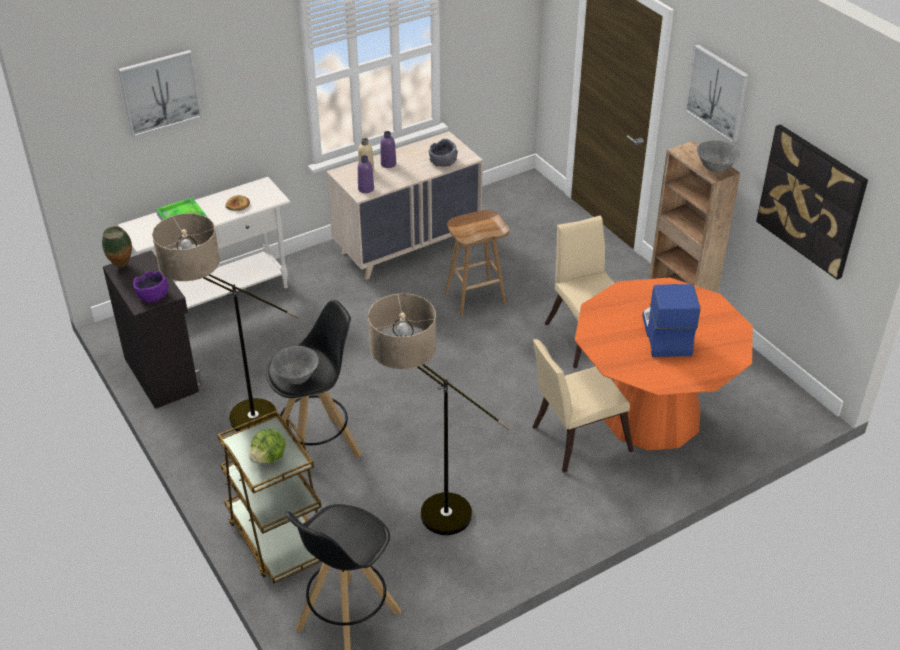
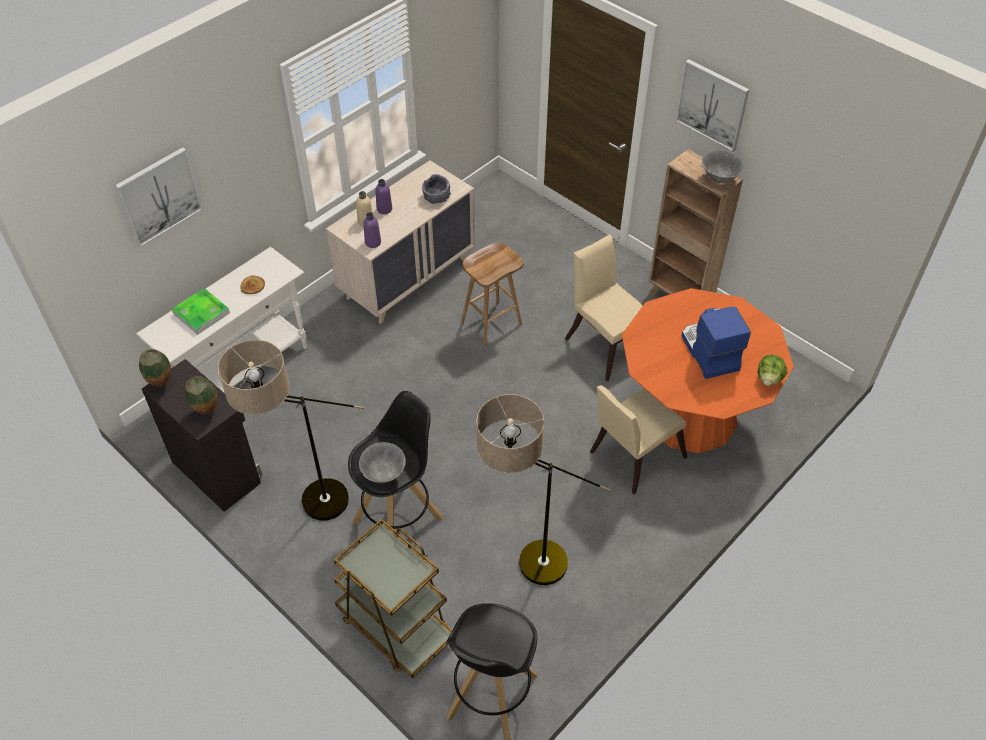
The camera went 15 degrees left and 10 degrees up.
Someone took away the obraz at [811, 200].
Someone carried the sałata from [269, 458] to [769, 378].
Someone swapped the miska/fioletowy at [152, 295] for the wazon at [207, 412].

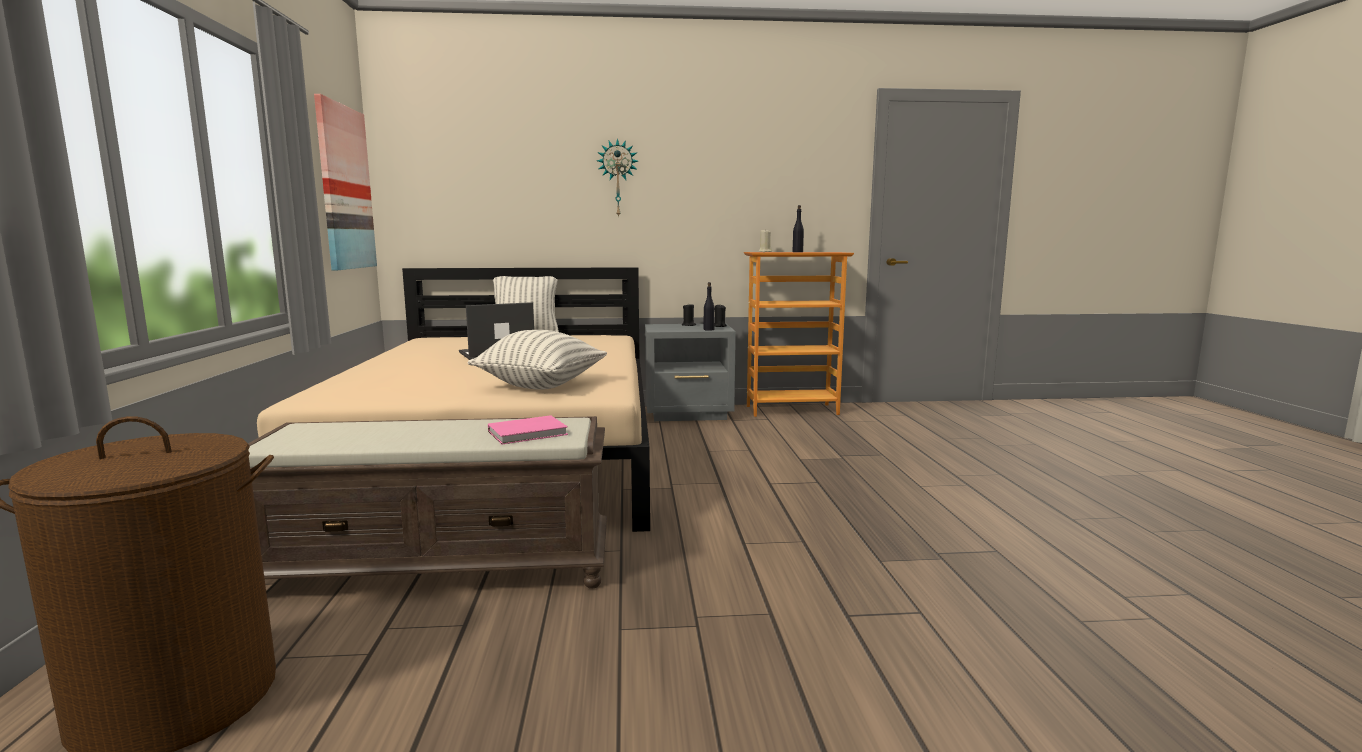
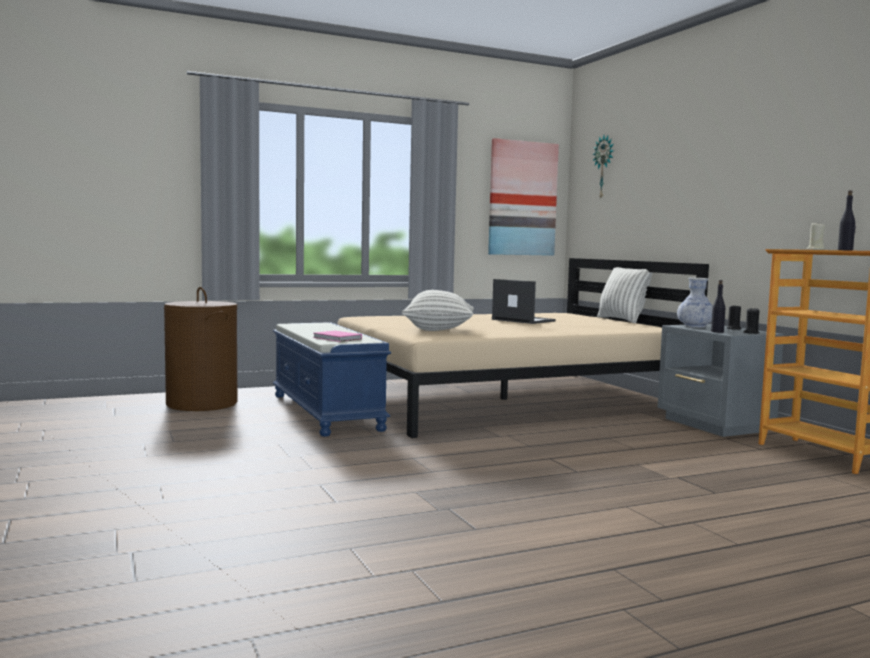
The camera went 70 degrees right and 5 degrees down.
Someone put down the wazon at [695, 326].
Someone carried the zegar ścienny from [617, 178] to [604, 167].
Someone repainted the ławka/brązowy at [442, 567], which became the ławka/niebieski at [327, 412].

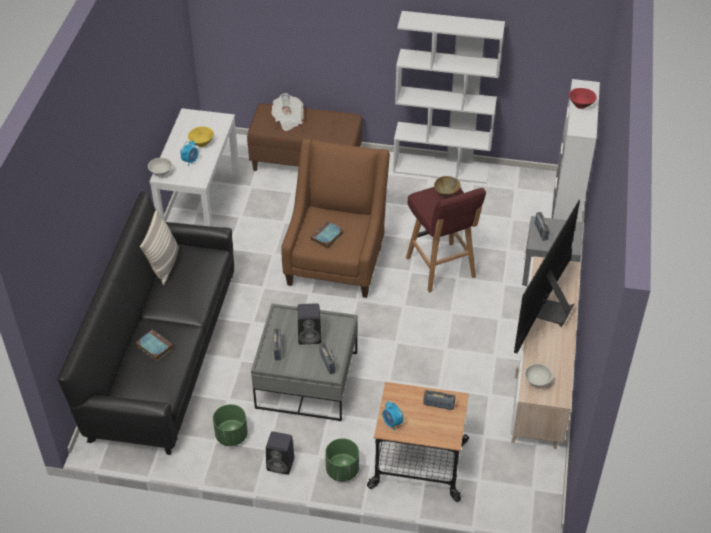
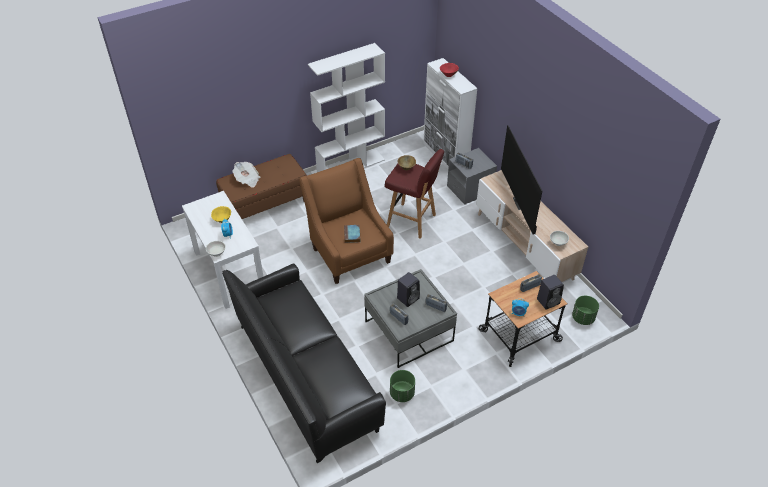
The camera went 40 degrees left and 0 degrees up.
Someone took away the książka at [154, 347].
Someone took away the poduszka at [164, 265].
Someone carried the głośnik/czarny from [281, 464] to [548, 301].
Someone carried the donica/zielony from [342, 470] to [583, 318].

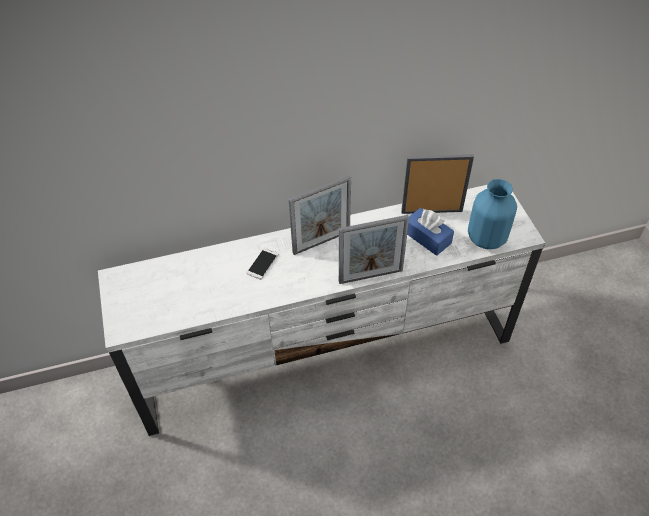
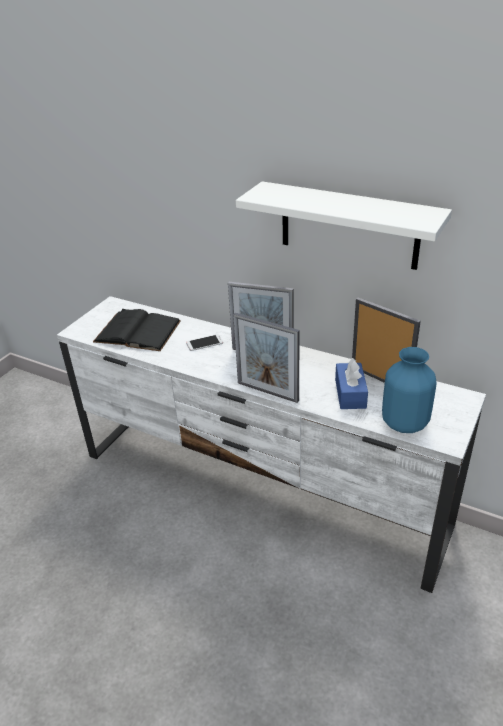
The camera went 45 degrees right and 15 degrees down.
Someone put down the książka/czarny at [137, 331].
Someone put up the półka/biały at [349, 225].

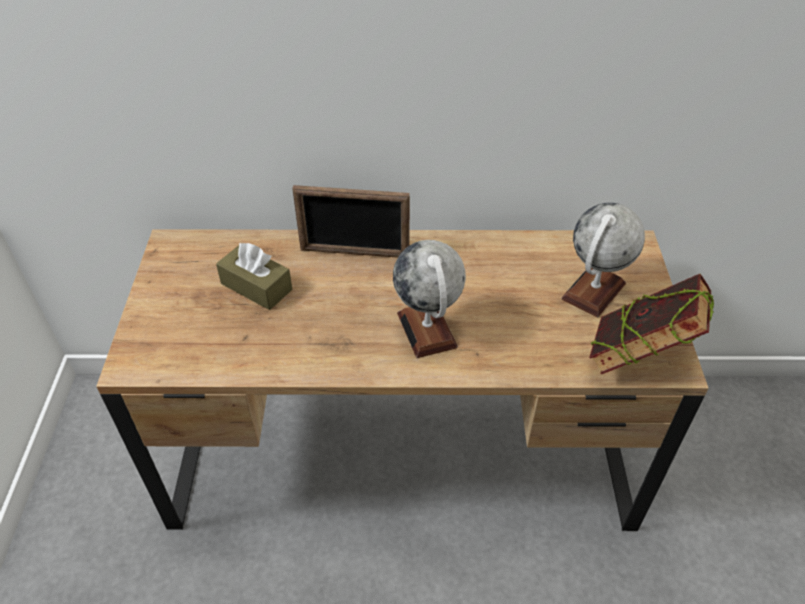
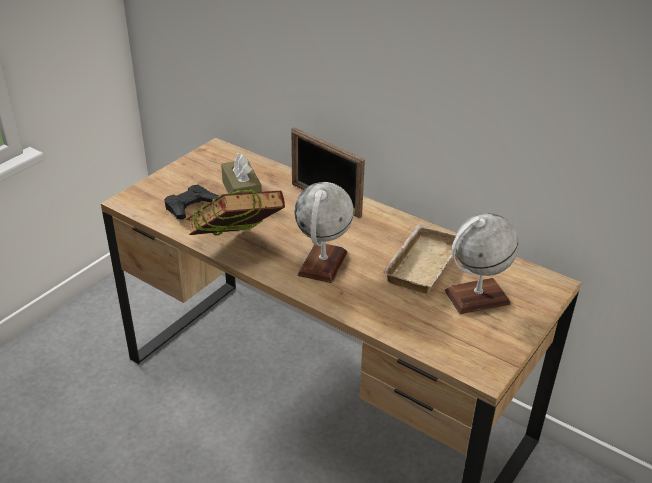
The camera went 35 degrees right and 10 degrees down.
Someone put down the pad do gier/czarny at [191, 206].
Someone put down the taca/beżowy at [420, 263].
Someone carried the książka from [637, 359] to [237, 248].

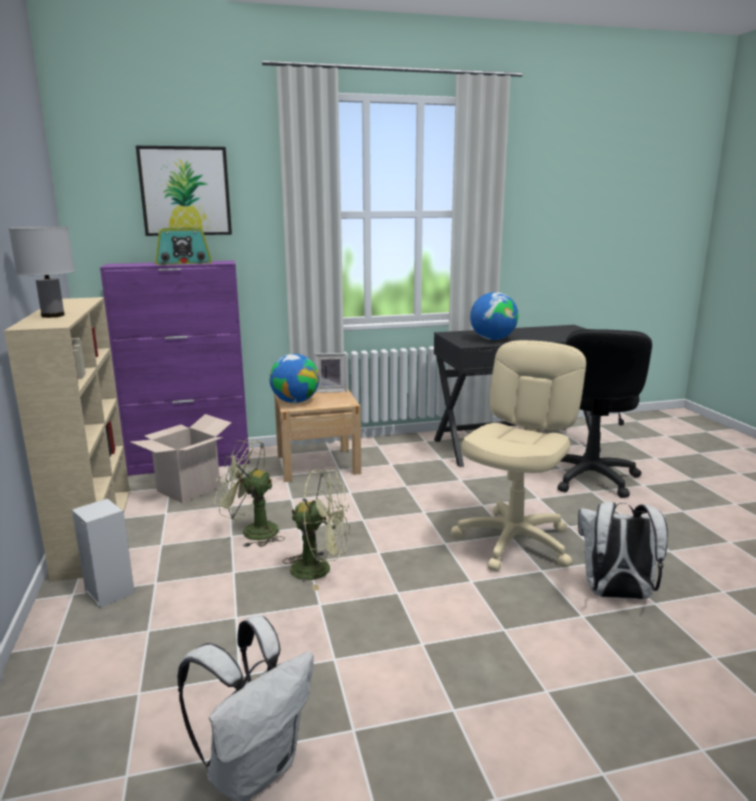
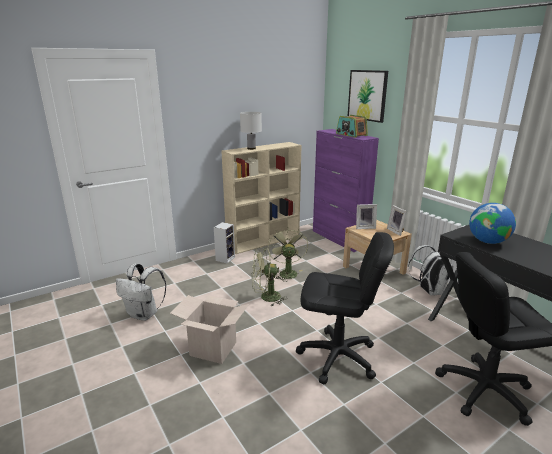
The camera went 70 degrees right and 5 degrees up.
Someone carried the karton from [188, 489] to [213, 349].
Someone carried the plecak/biały from [616, 595] to [428, 291].
Someone swapped the globus at [295, 401] for the ramka na zdjęcie at [364, 227].
Someone repainted the krzesło biurowe/beżowy at [514, 542], which became the krzesło biurowe/czarny at [337, 357].
Someone rotated the wentylator/zielony at [320, 569] by 90 degrees clockwise.

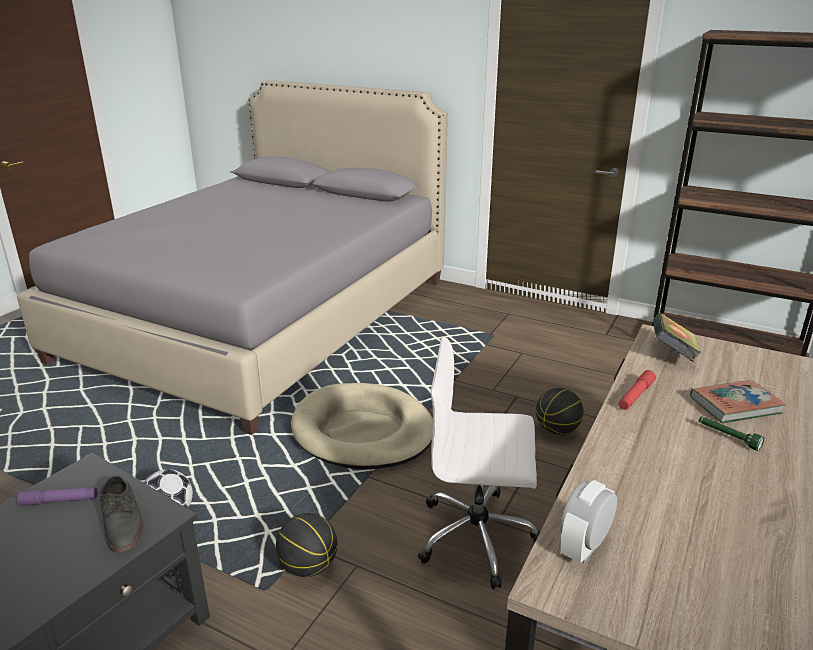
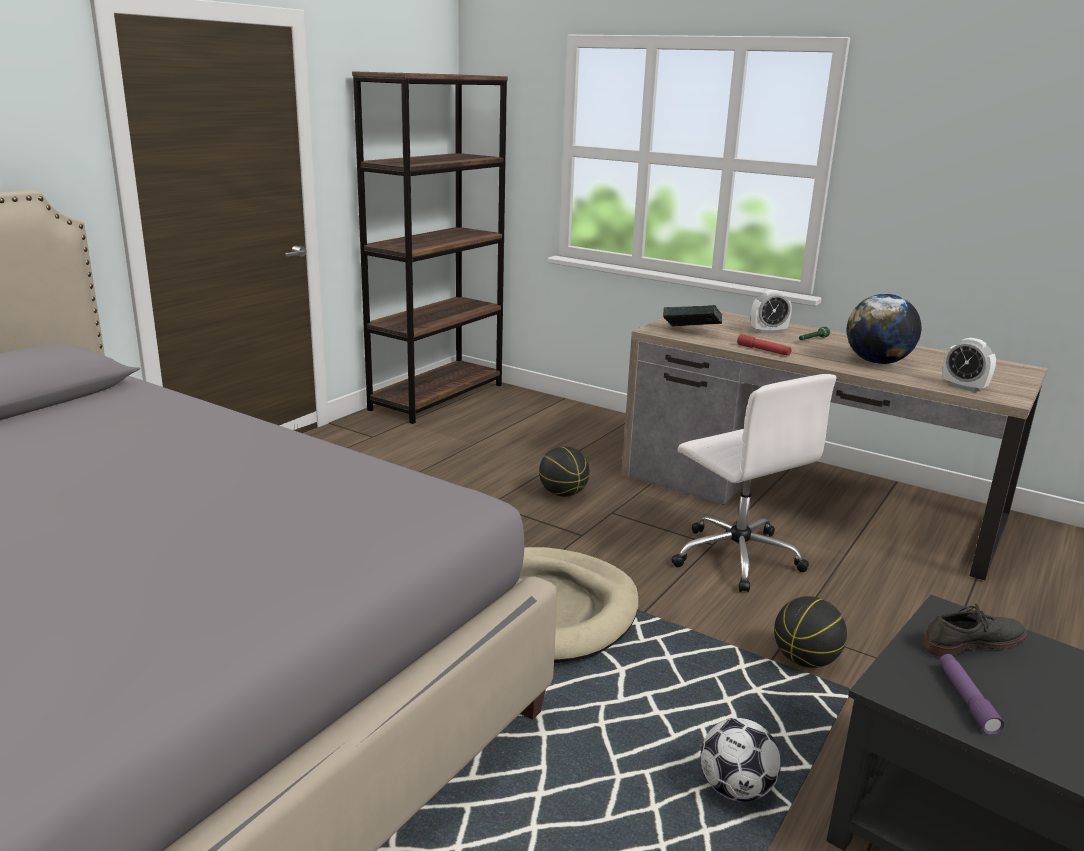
The camera went 85 degrees left and 5 degrees down.
Someone put down the globus at [877, 362].
Someone swapped the książka at [735, 405] for the budzik at [768, 331].
Someone rotated the krzesło biurowe/biały at [479, 536] by 45 degrees counterclockwise.

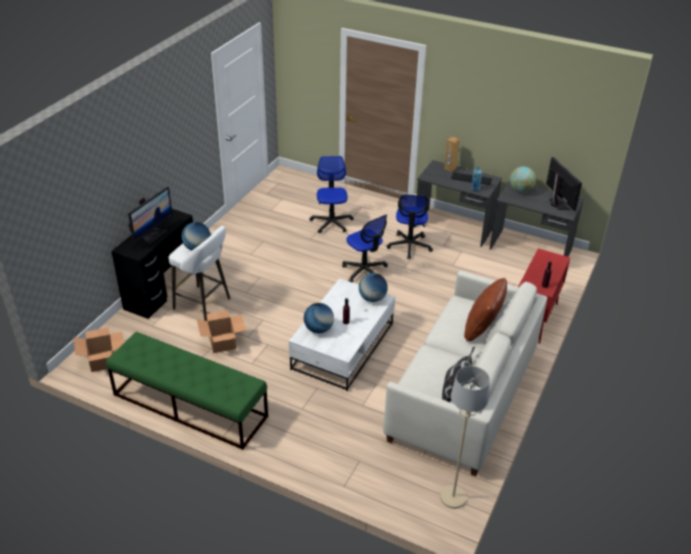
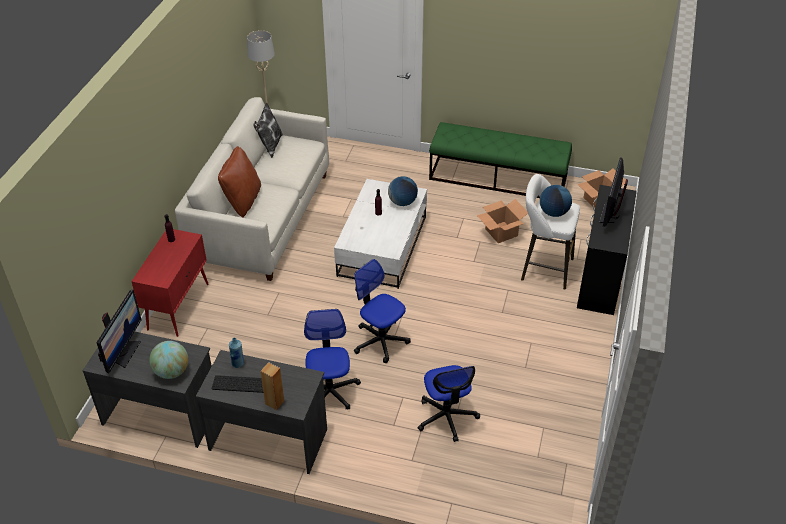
The camera went 170 degrees right and 5 degrees up.
Someone took away the globus at [372, 298].
Someone rotated the monitor at [557, 204] by 135 degrees counterclockwise.

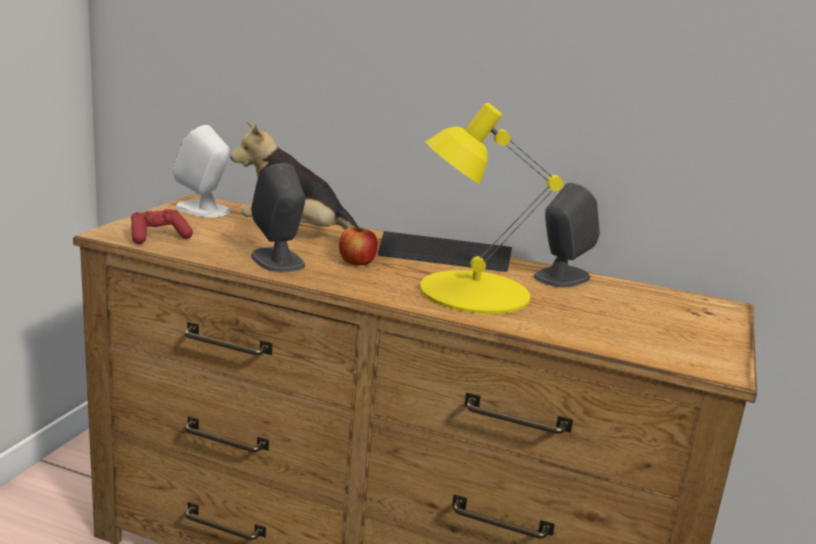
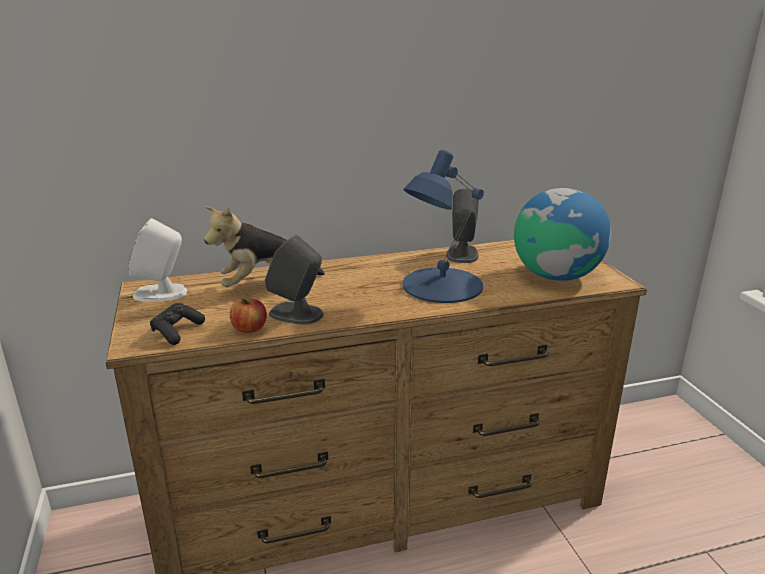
The camera went 35 degrees left and 5 degrees up.
Someone took away the klawiatura at [444, 255].
Someone put down the globus at [556, 275].
Someone carried the jabłko from [357, 262] to [249, 329].
Someone repainted the pad do gier/czerwony at [158, 237], which became the pad do gier/czarny at [177, 332].
Someone repainted the lampa stołowa/żółty at [472, 291], which became the lampa stołowa/niebieski at [441, 285].

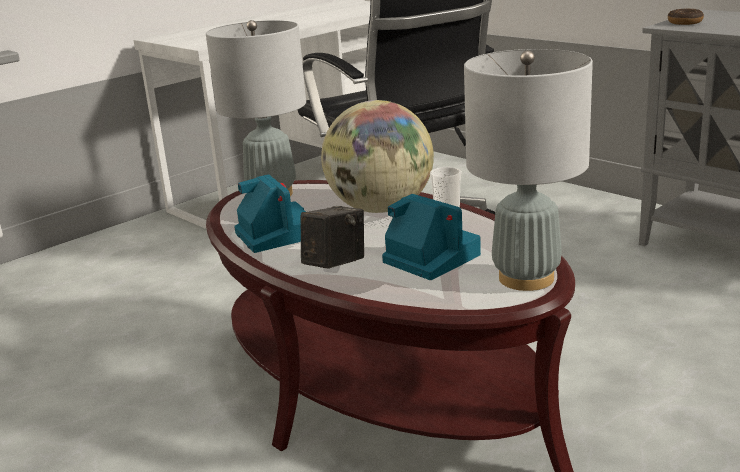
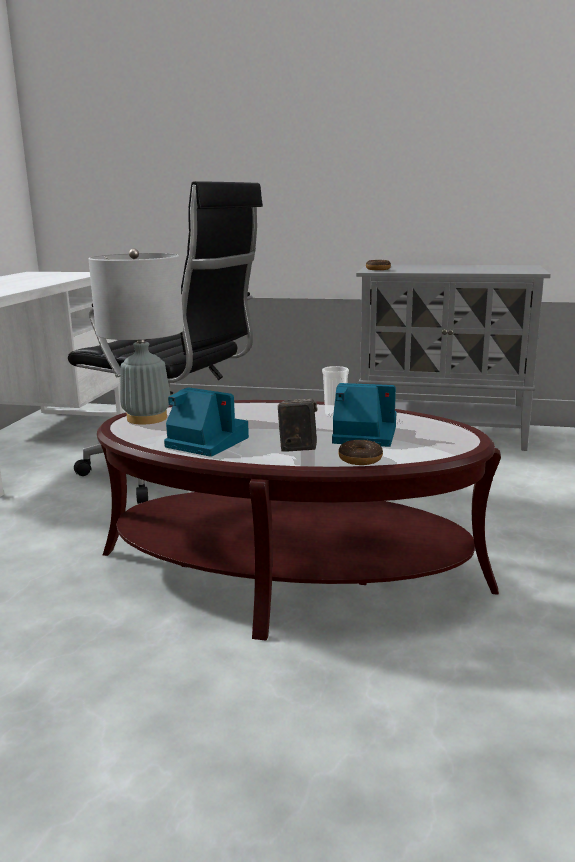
The camera went 35 degrees left and 5 degrees down.
Someone took away the globus at [380, 209].
Someone took away the lampa stołowa/szary at [526, 278].
Someone put down the donut at [360, 459].

